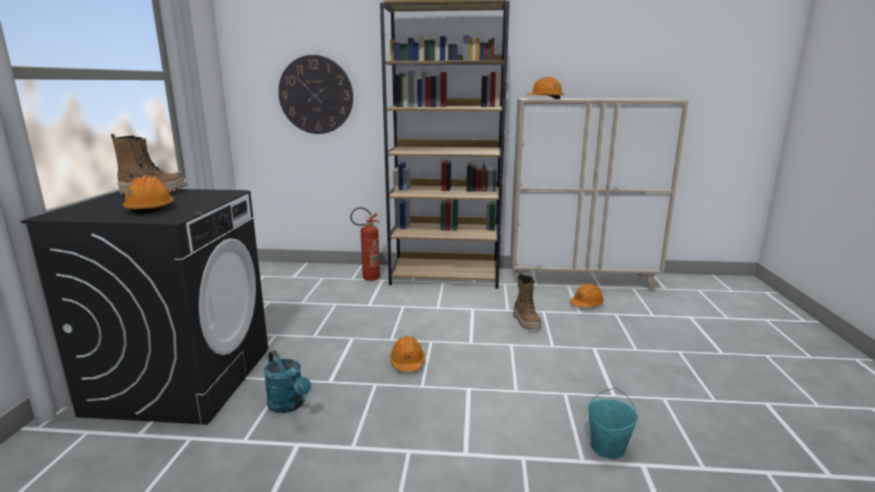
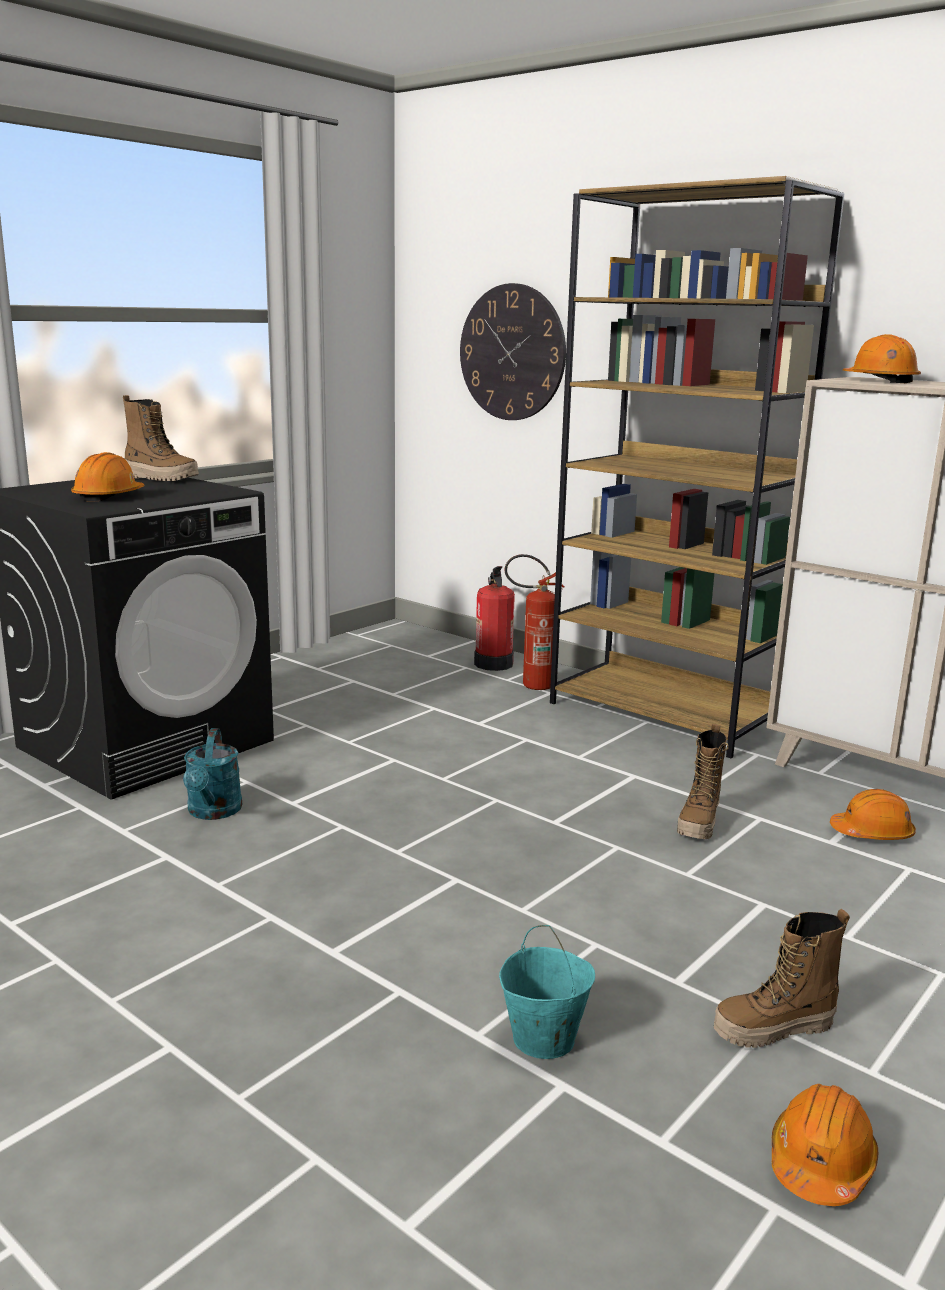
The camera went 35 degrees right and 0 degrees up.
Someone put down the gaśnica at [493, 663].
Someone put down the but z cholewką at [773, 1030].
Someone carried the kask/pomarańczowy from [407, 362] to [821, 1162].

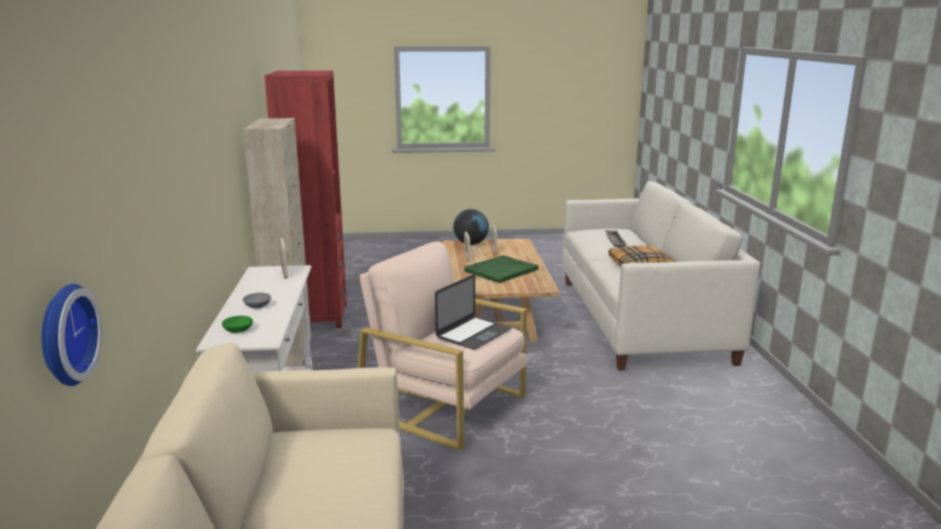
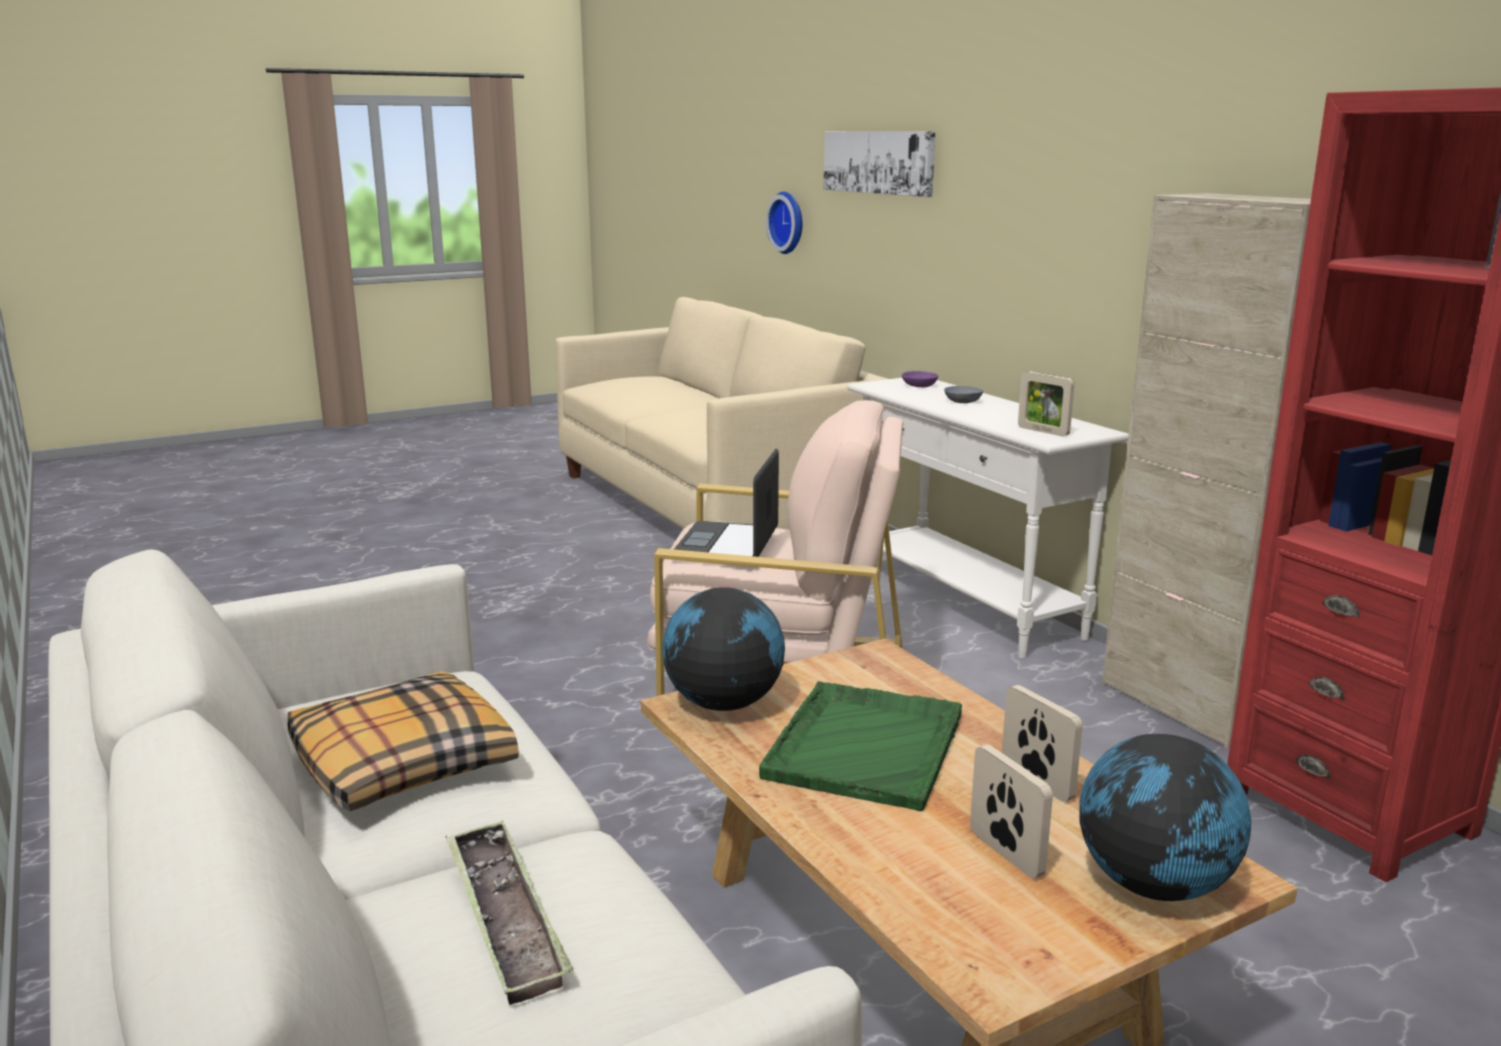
The camera went 155 degrees right and 0 degrees up.
Someone put down the globus at [723, 704].
Someone put up the obraz at [879, 162].
Someone repainted the miska/zielony at [239, 330], which became the miska/fioletowy at [918, 386].

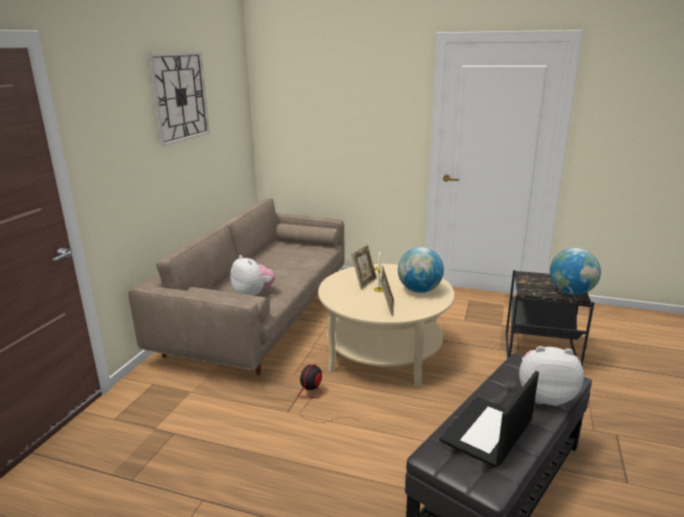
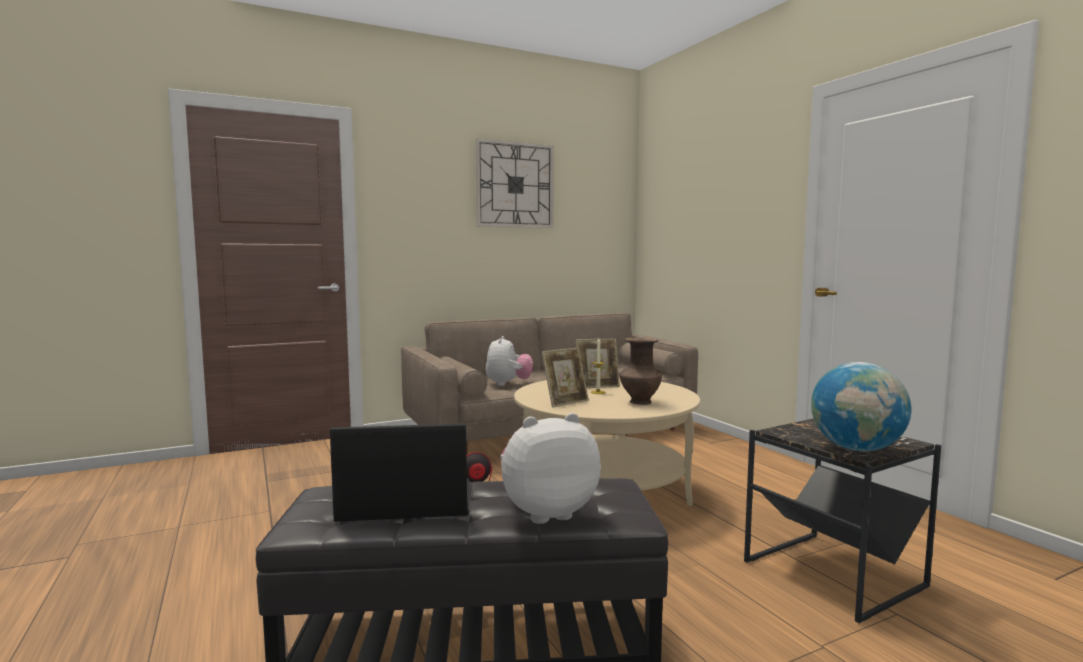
The camera went 45 degrees right and 15 degrees down.
Someone swapped the globus at [419, 290] for the wazon/brązowy at [639, 402].
Someone rotated the pluszak at [545, 396] by 75 degrees counterclockwise.

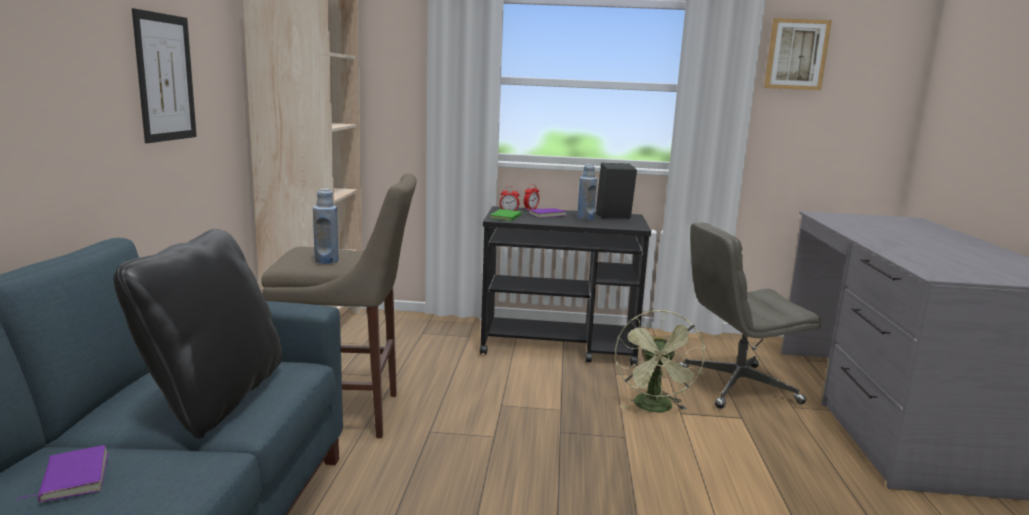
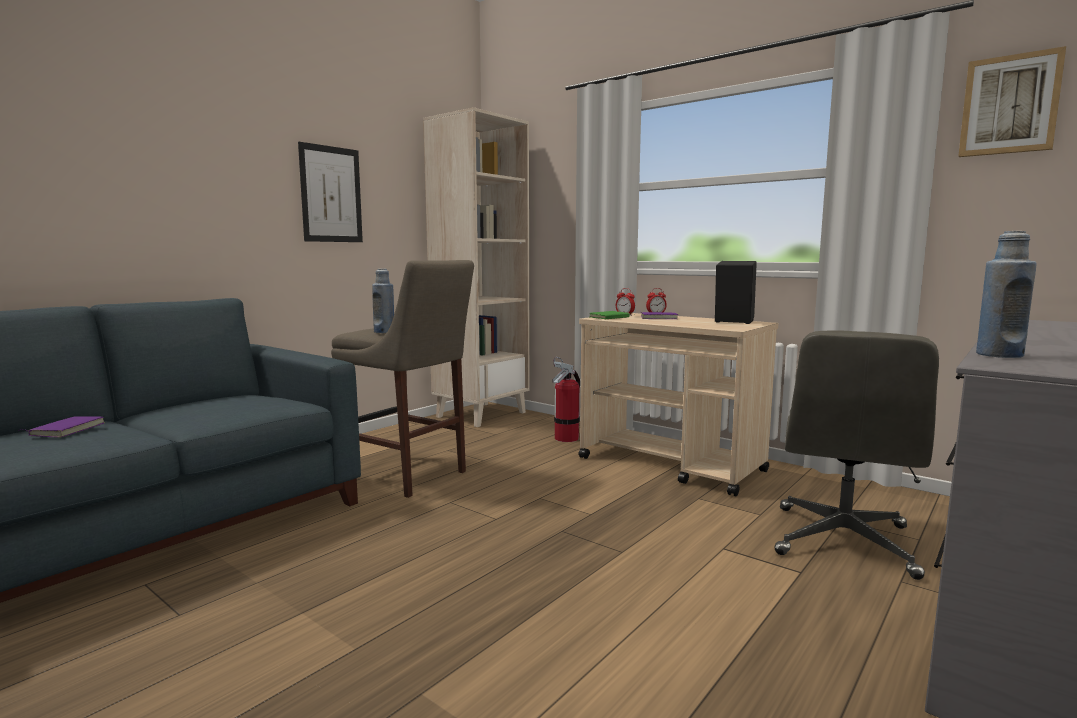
The camera went 35 degrees right and 5 degrees down.
Someone took away the poduszka/czarny at [215, 398].
Someone took away the wentylator/zielony at [655, 408].
Someone put down the gaśnica at [566, 438].
Someone carried the butelka/niebieski from [585, 218] to [999, 355].
Someone repainted the wózek/czarny at [559, 346], which became the wózek/beżowy at [672, 465].
Someone rotated the krzesło biurowe/szary at [736, 386] by 90 degrees counterclockwise.

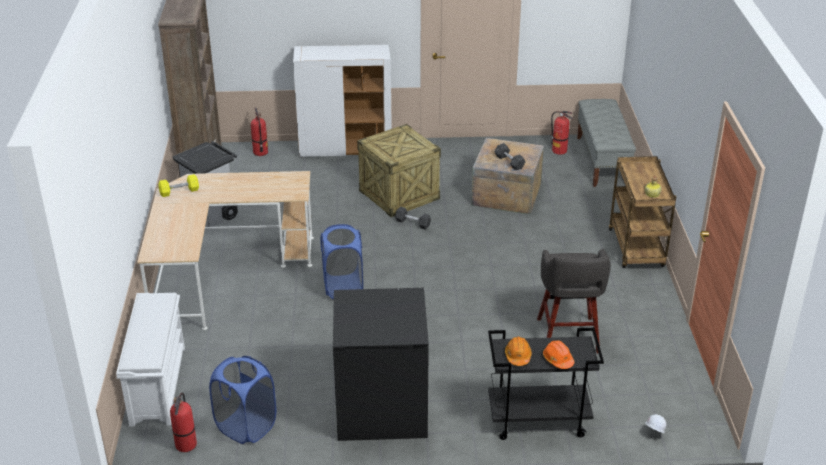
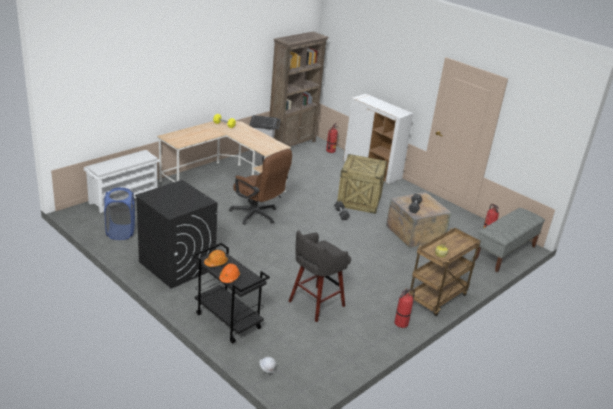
The camera went 45 degrees right and 5 degrees down.
Someone carried the gaśnica from [186, 445] to [401, 323].
Someone swapped the kosz na pranie/niebieski at [343, 288] for the krzesło biurowe/brązowy at [258, 216].

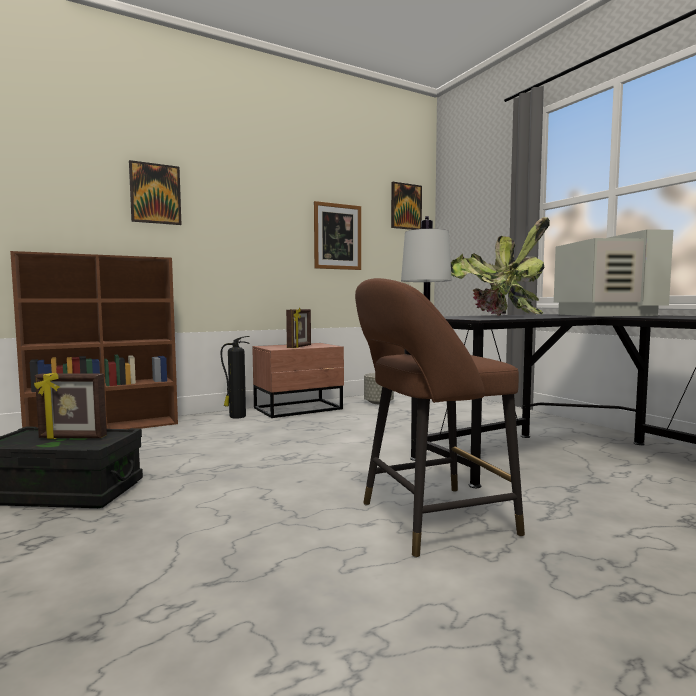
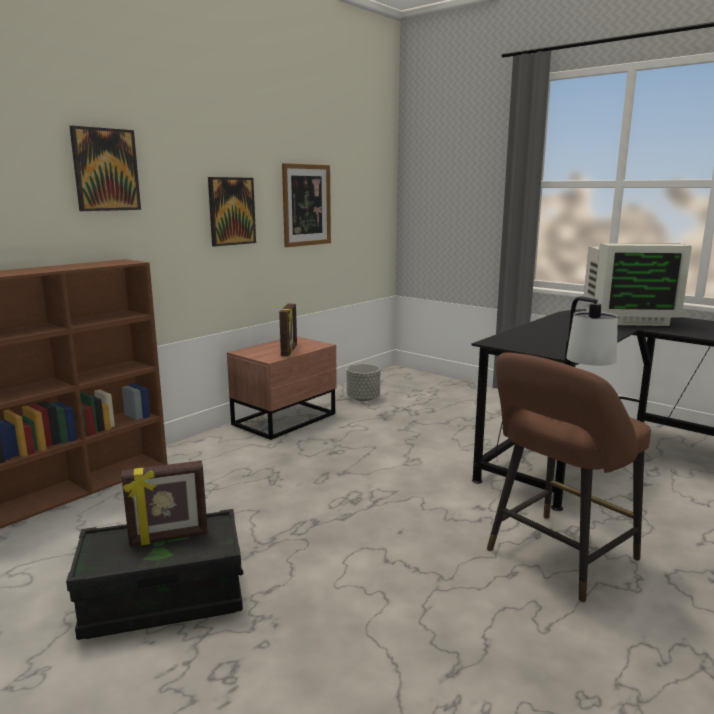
The camera went 20 degrees left and 10 degrees up.
Someone took away the gaśnica at [236, 416].
Someone took away the roślina doniczkowa at [500, 316].
Someone carried the obraz from [405, 206] to [231, 211].
Someone rotated the monitor at [604, 315] by 120 degrees clockwise.

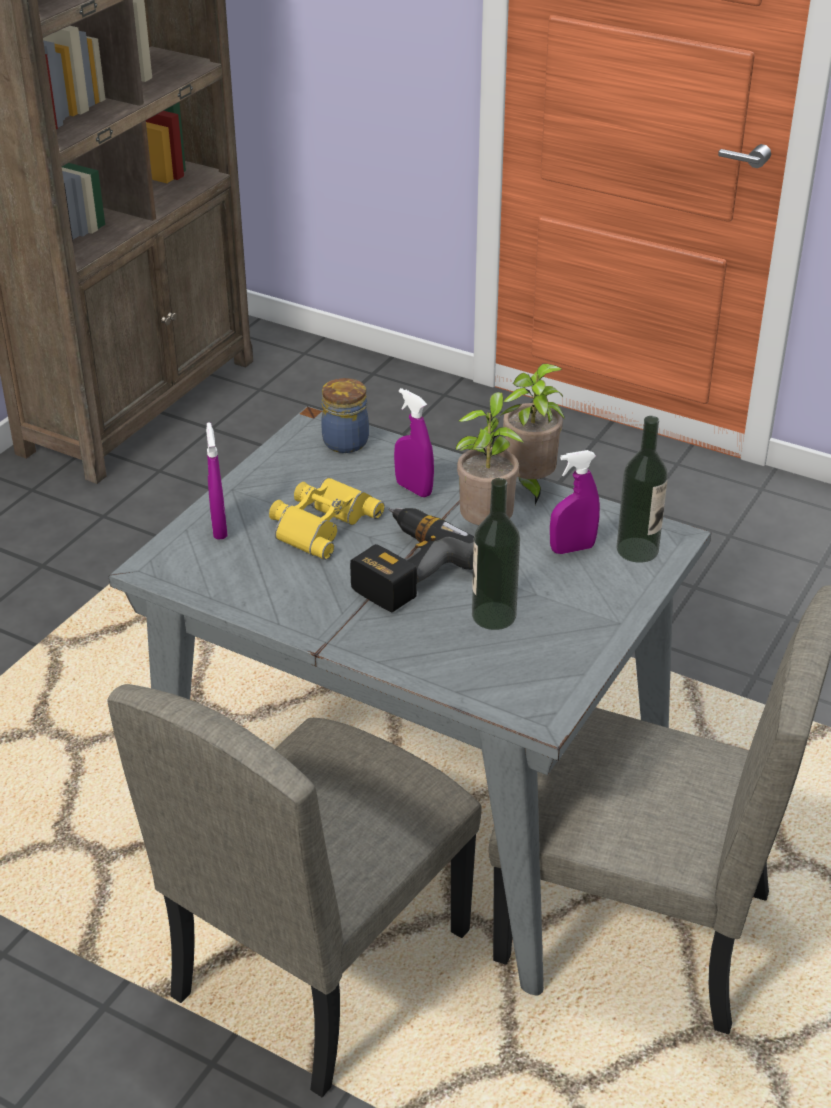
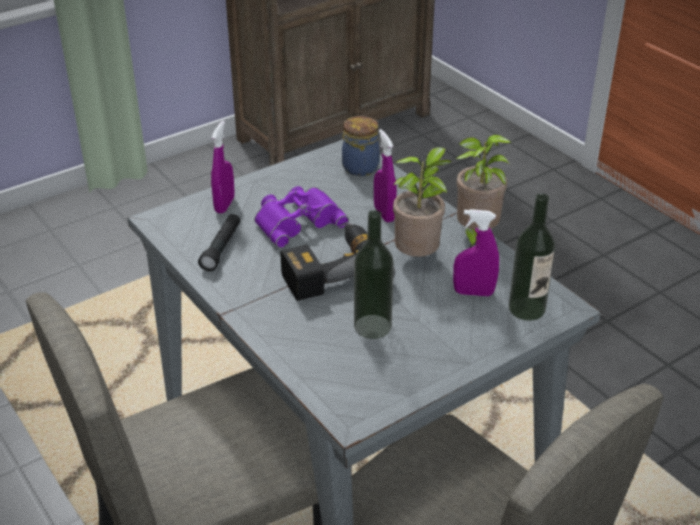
The camera went 25 degrees right and 0 degrees up.
Someone put down the latarka/czarny at [221, 248].
Someone repainted the lornetka/żółty at [320, 523], which became the lornetka/fioletowy at [297, 220].

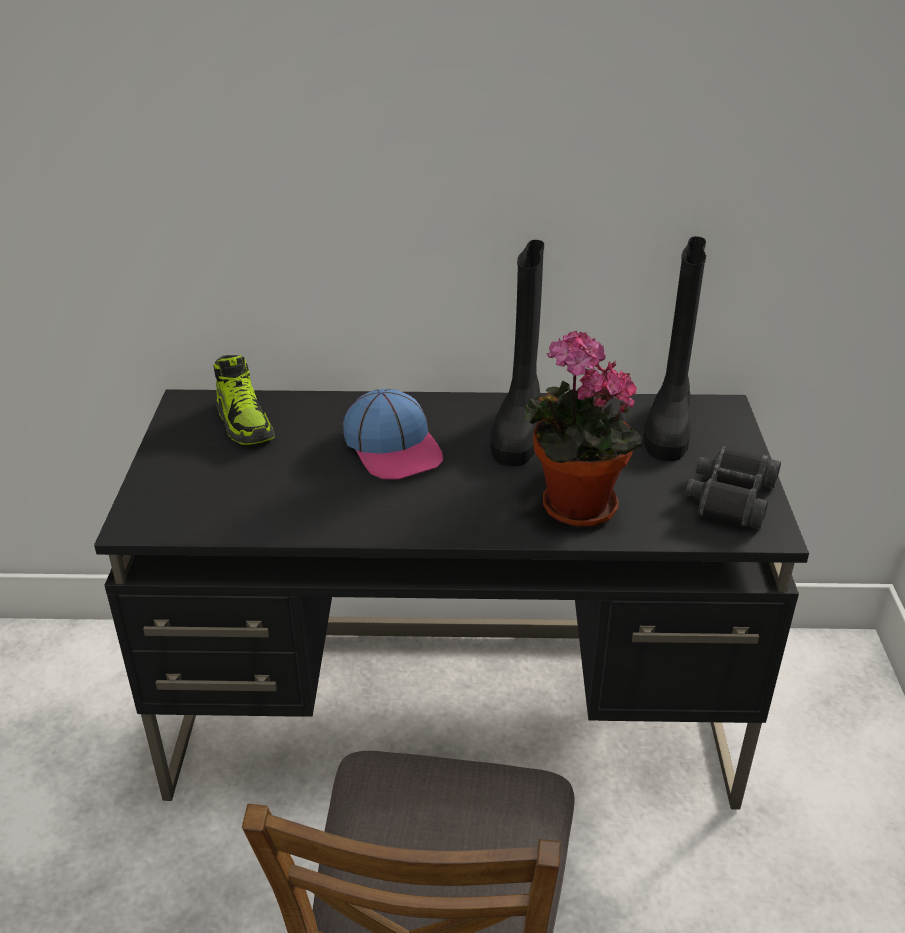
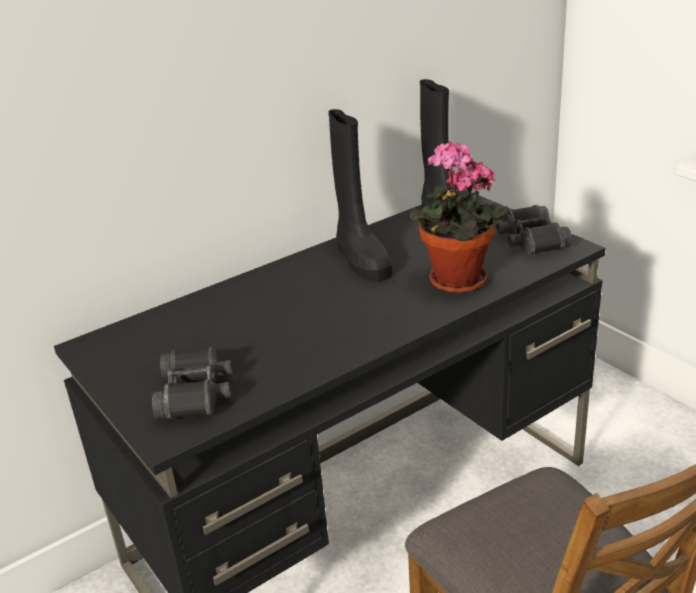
The camera went 35 degrees left and 5 degrees down.
Someone took away the but at [244, 423].
Someone took away the czapka z daszkiem at [394, 447].
Someone put down the lornetka/czarny at [196, 393].

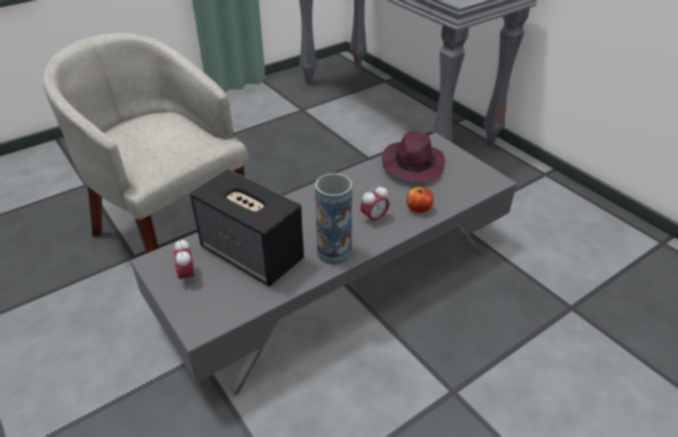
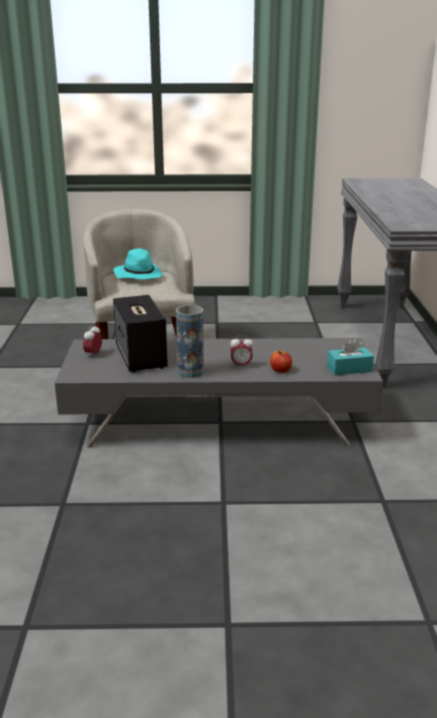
The camera went 35 degrees right and 15 degrees down.
Someone took away the kapelusz/fioletowy at [412, 165].
Someone put down the kapelusz/turkusowy at [138, 275].
Someone put down the pudełko chusteczek/turkusowy at [349, 369].

